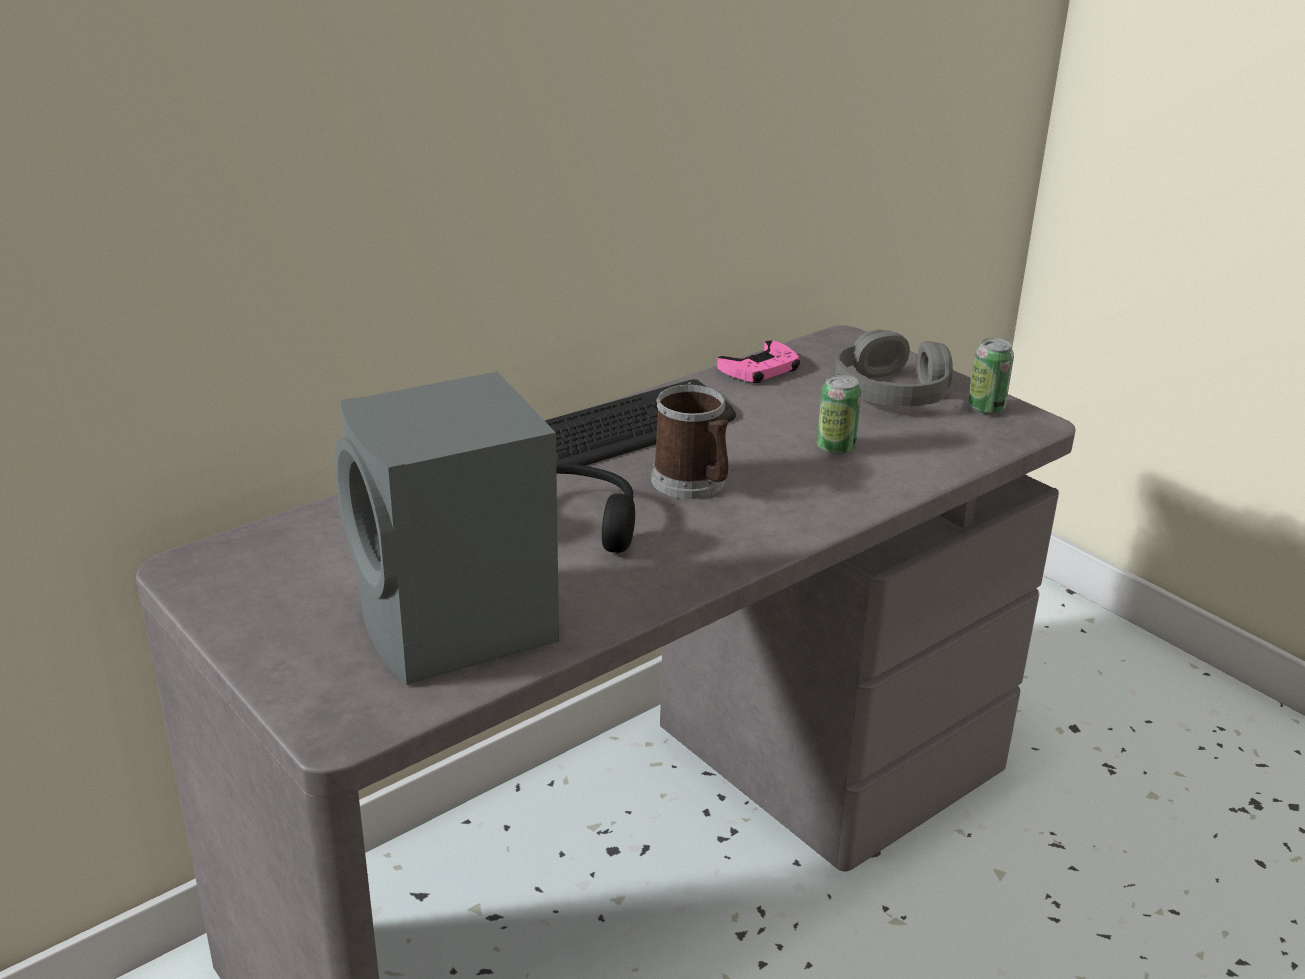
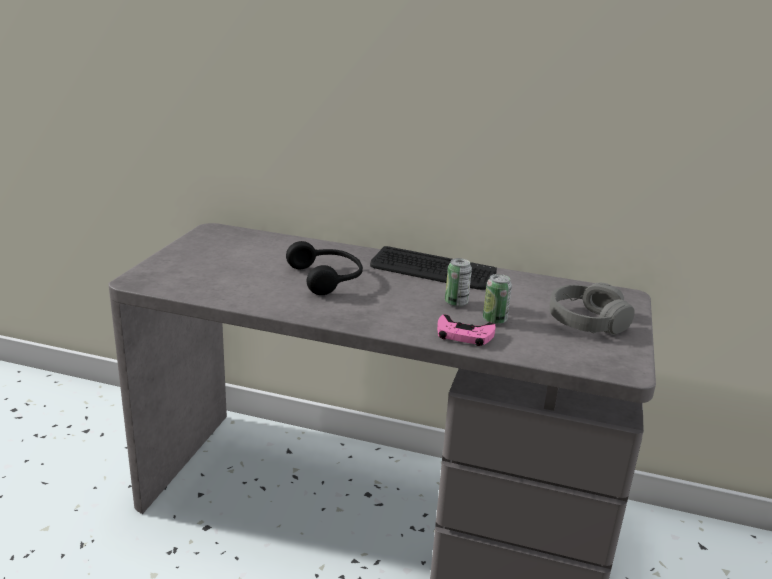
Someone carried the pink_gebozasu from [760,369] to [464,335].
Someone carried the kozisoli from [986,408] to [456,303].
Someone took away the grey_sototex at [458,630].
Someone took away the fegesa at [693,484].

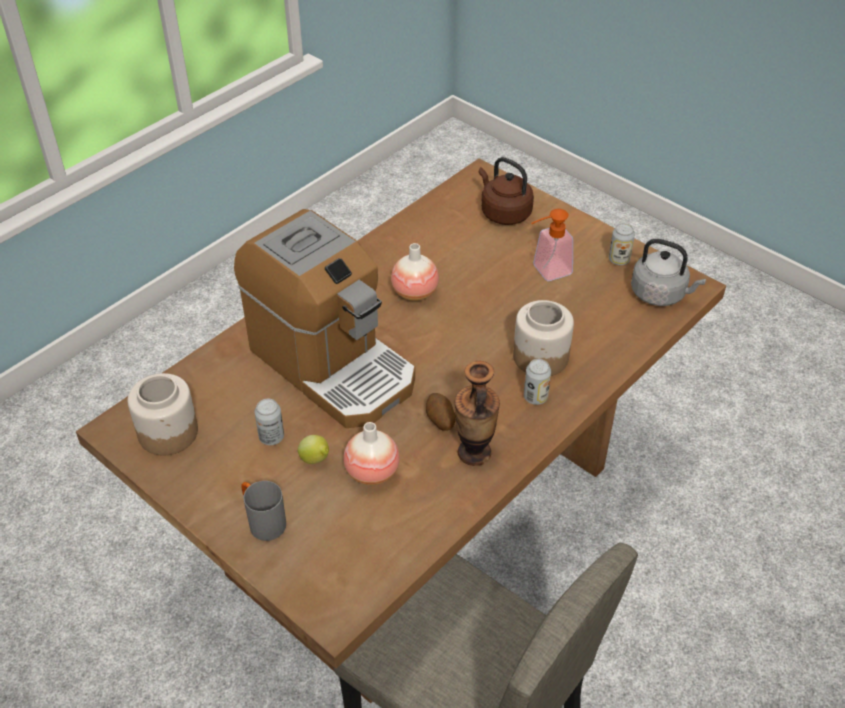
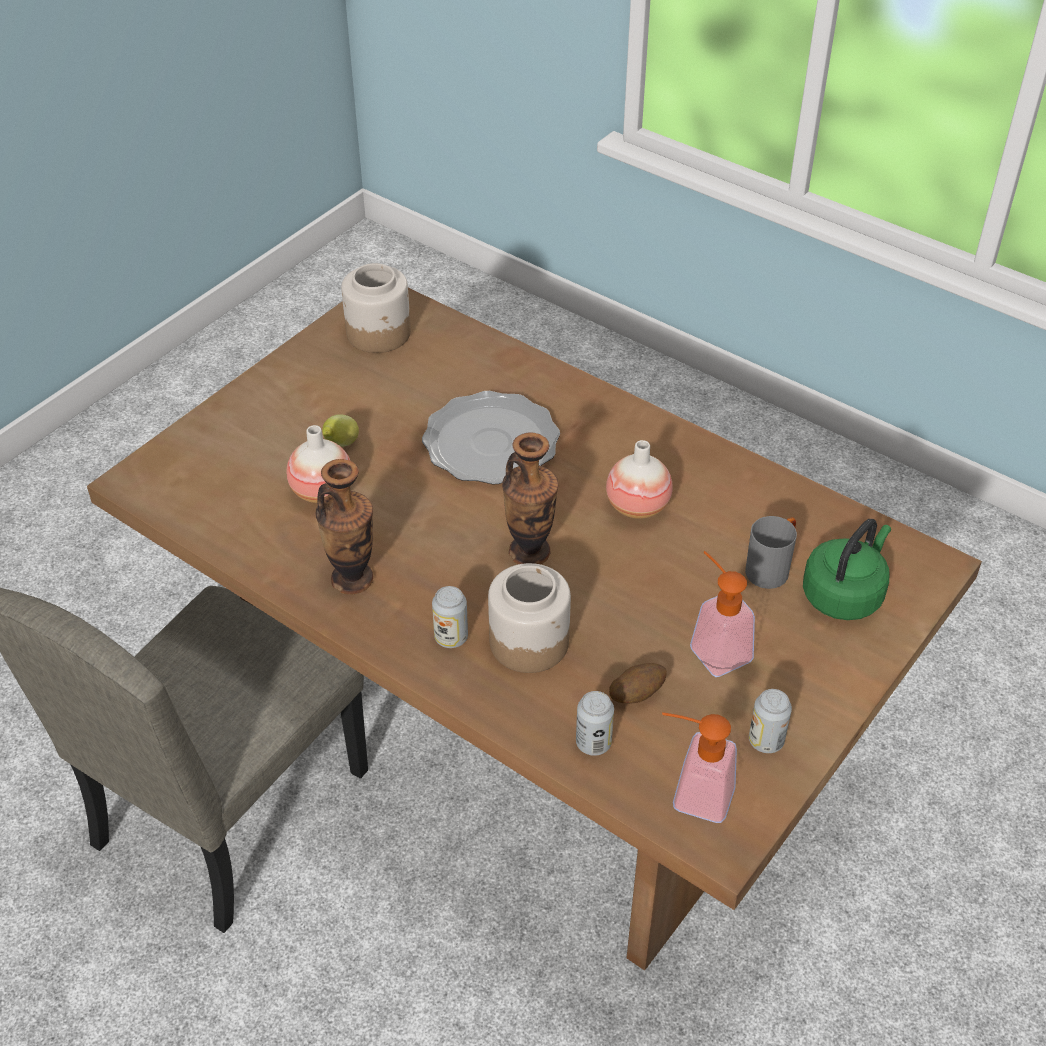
Someone swapped the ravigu at [332,365] for the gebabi at [492,443].
Someone put down the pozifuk at [529,552].
Someone carried the kozisoli from [271,437] to [593,743].
Someone carried the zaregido from [440,421] to [636,694].
Someone swapped the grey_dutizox at [660,294] for the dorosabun at [691,794].
Someone carried the grey_fegesa from [263,521] to [771,568].
Someone repainted the brown_dutizox at [503,213], which became the green_dutizox at [844,594].

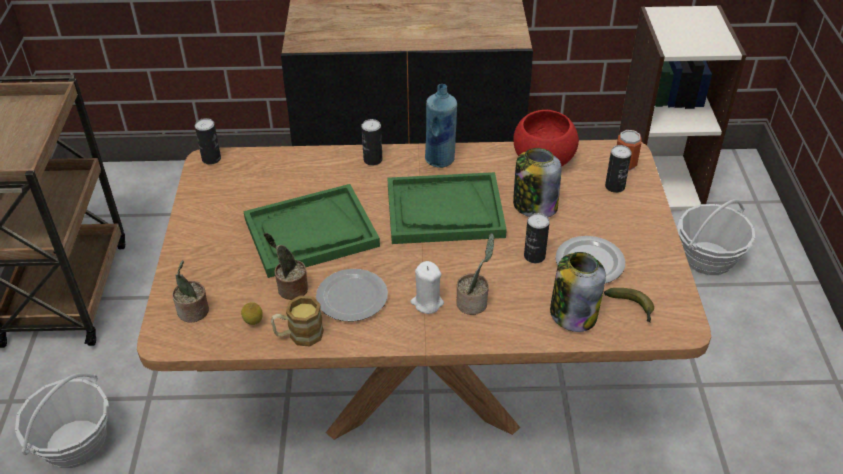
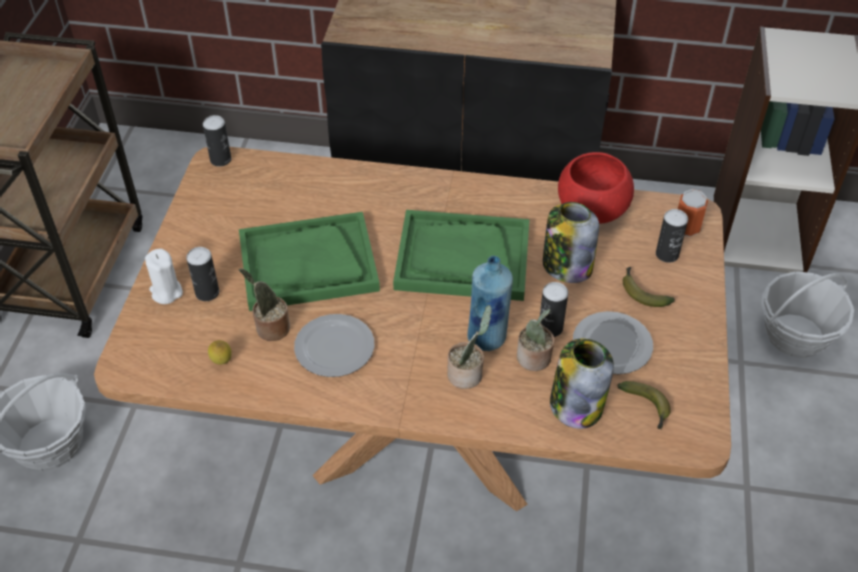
Someone carried the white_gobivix from [427,303] to [166,292].
Someone carried the kozisoli from [373,160] to [207,292].
Someone carried the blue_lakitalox from [440,160] to [487,338].
Someone carried the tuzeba from [193,312] to [534,359].
Someone put down the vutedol at [642,292].
Someone took away the fegesa at [299,335].

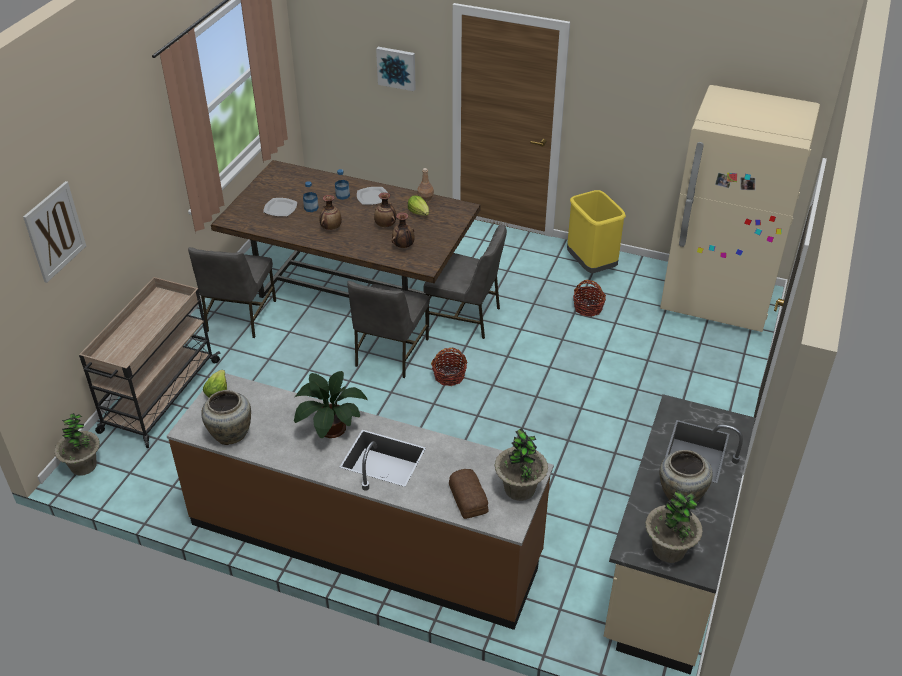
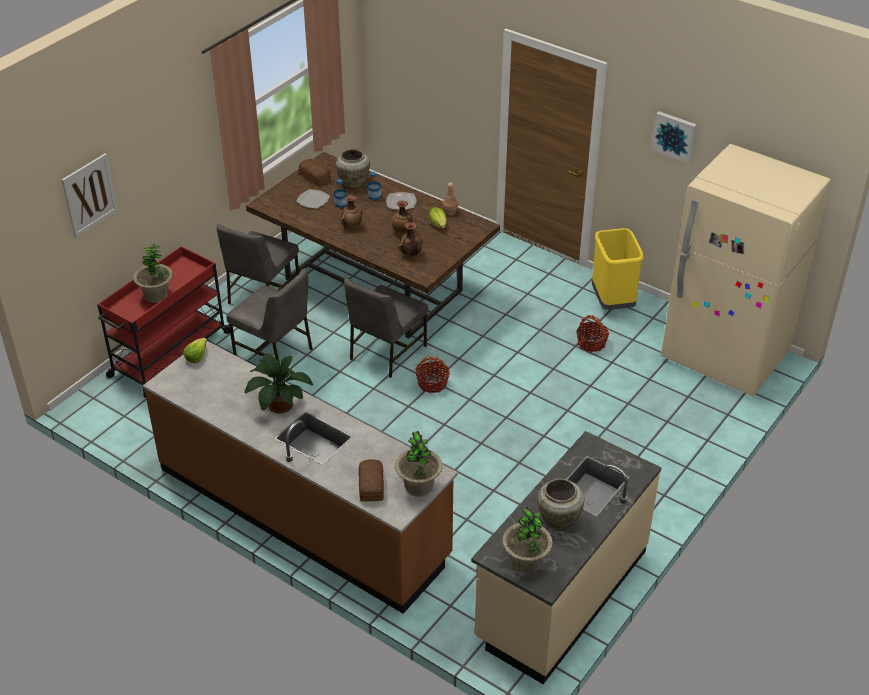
Someone repainted the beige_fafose at [159,397], which became the red_fafose at [169,355].
Someone carried the tuzeba from [83,466] to [156,295].
Someone carried the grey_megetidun from [465,317] to [275,352].
Someone put down the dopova at [315,176].
Someone carried the beige_pozifuk from [231,433] to [353,182].
Someone carried the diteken from [397,68] to [675,136].

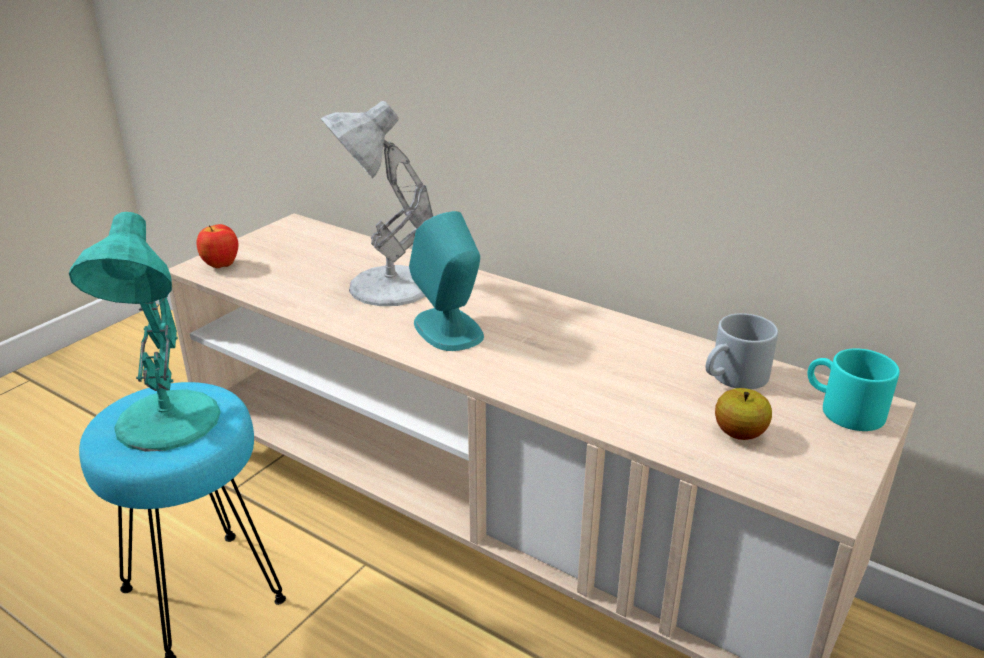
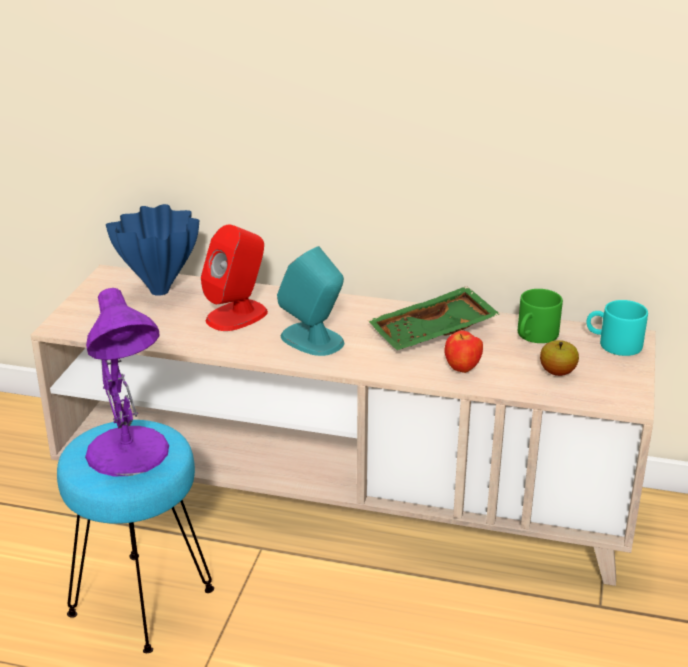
Someone repainted the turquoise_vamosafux at [167,423], which became the purple_vamosafux at [129,453].
Someone put down the blue_pozifuk at [161,291].
Someone swapped the white_vamosafux at [386,287] for the red_sototex at [237,315].
Someone put down the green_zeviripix at [433,333].
Someone carried the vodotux from [221,266] to [462,369].
Someone repainted the grey_fegesa at [733,378], which became the green_fegesa at [535,336].

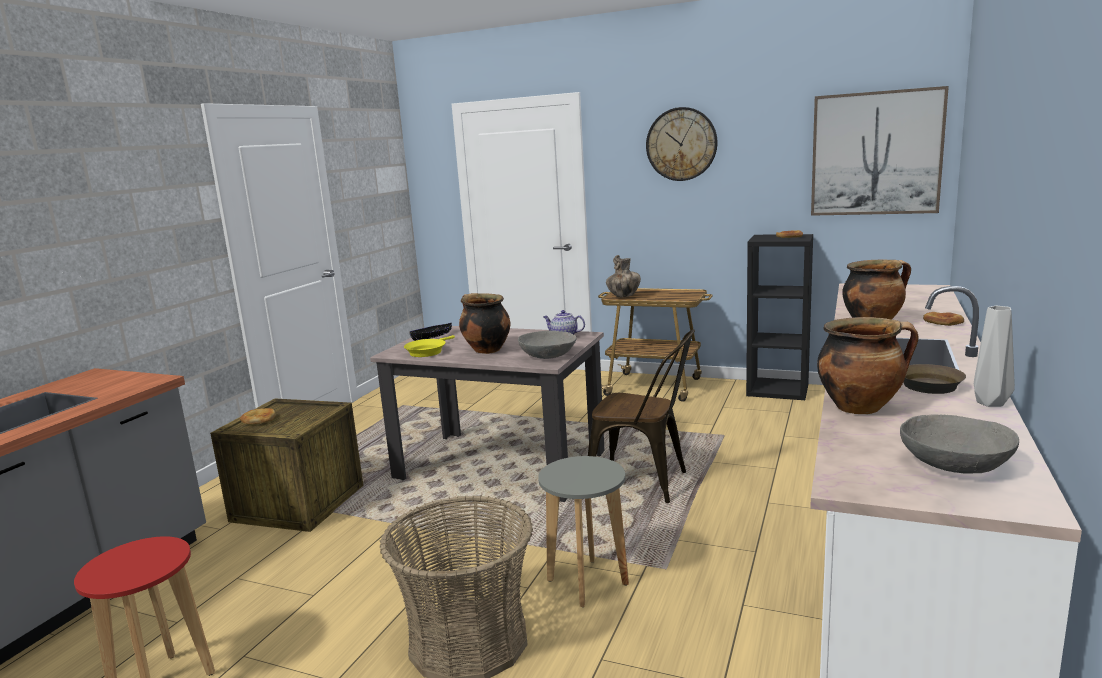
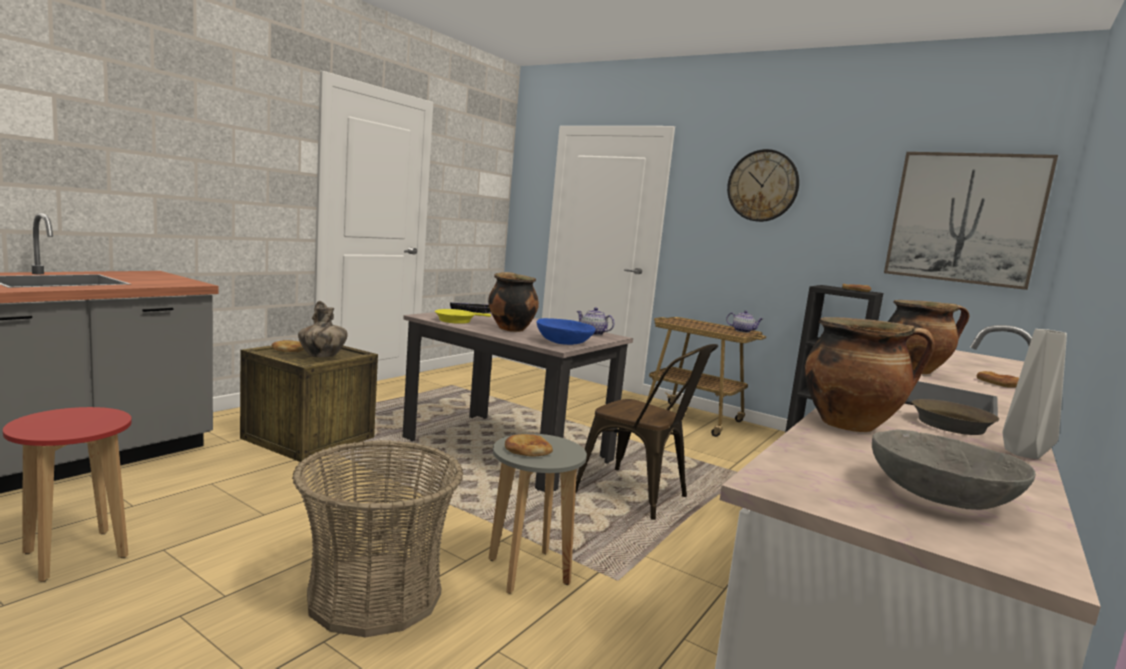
Someone carried the pozifuk from [624,296] to [322,357].
Someone put down the dopova at [527,449].
Someone repainted the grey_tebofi at [547,355], which became the blue_tebofi at [563,342].
Someone put down the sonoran at [743,331].

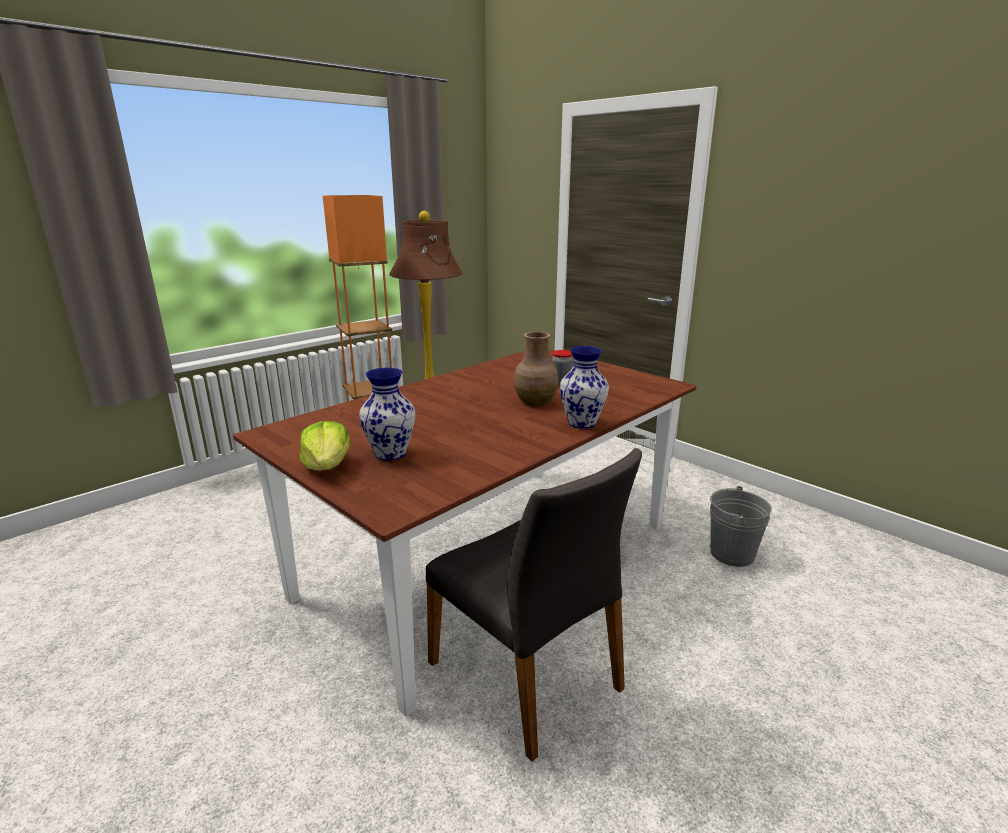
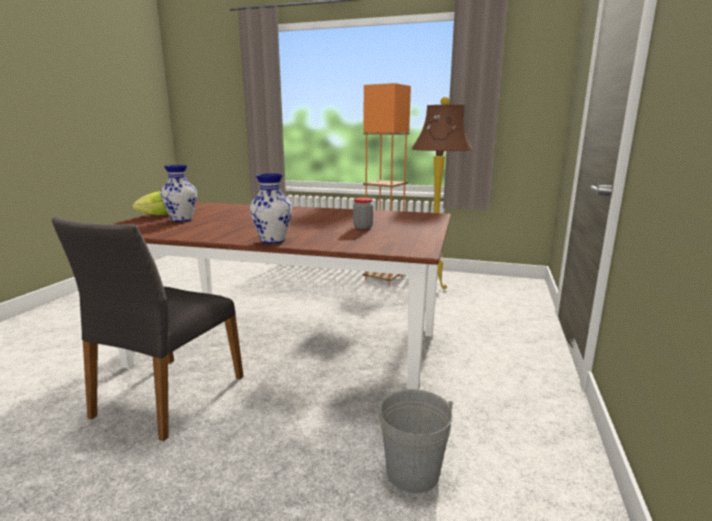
Someone took away the brown_pozifuk at [535,402].

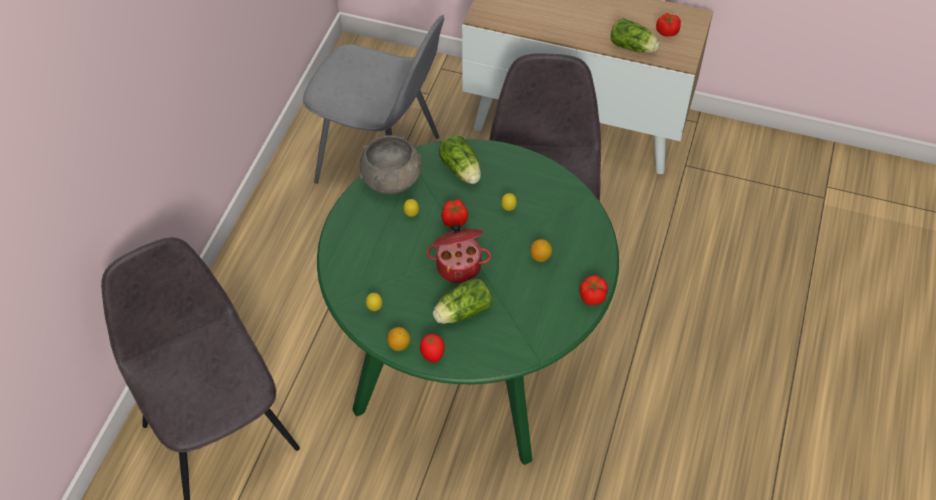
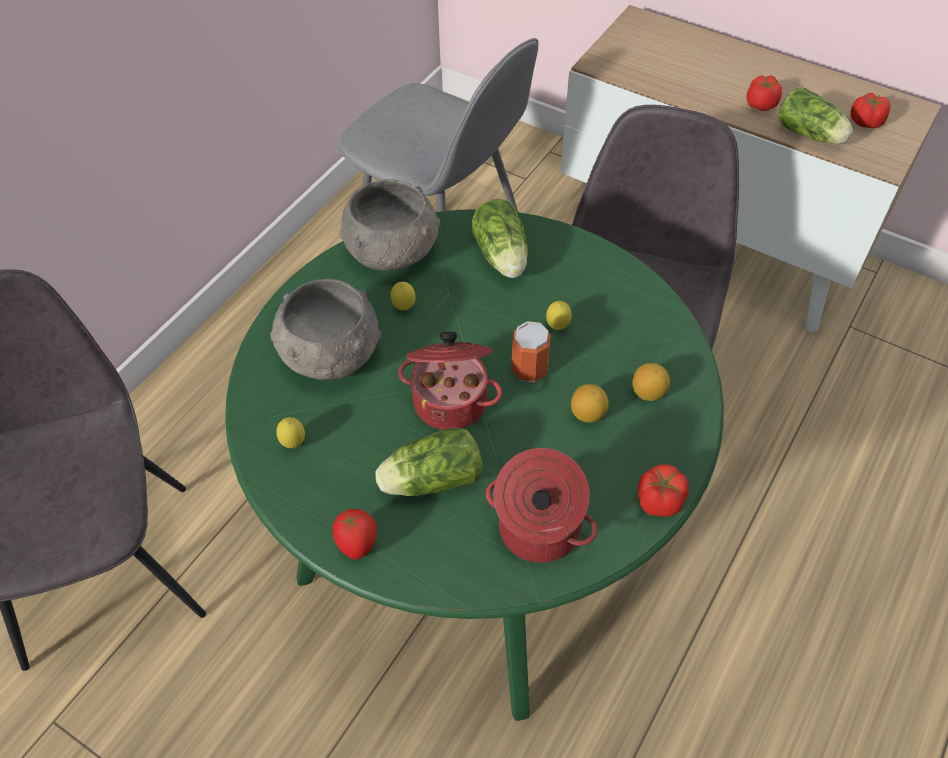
Someone put down the grey_tebofi at [330,355].
Someone put down the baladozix at [538,530].
Someone put down the kozisoli at [529,369].
Someone carried the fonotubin from [399,345] to [648,392].
Someone carried the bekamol from [454,220] to [761,104].

